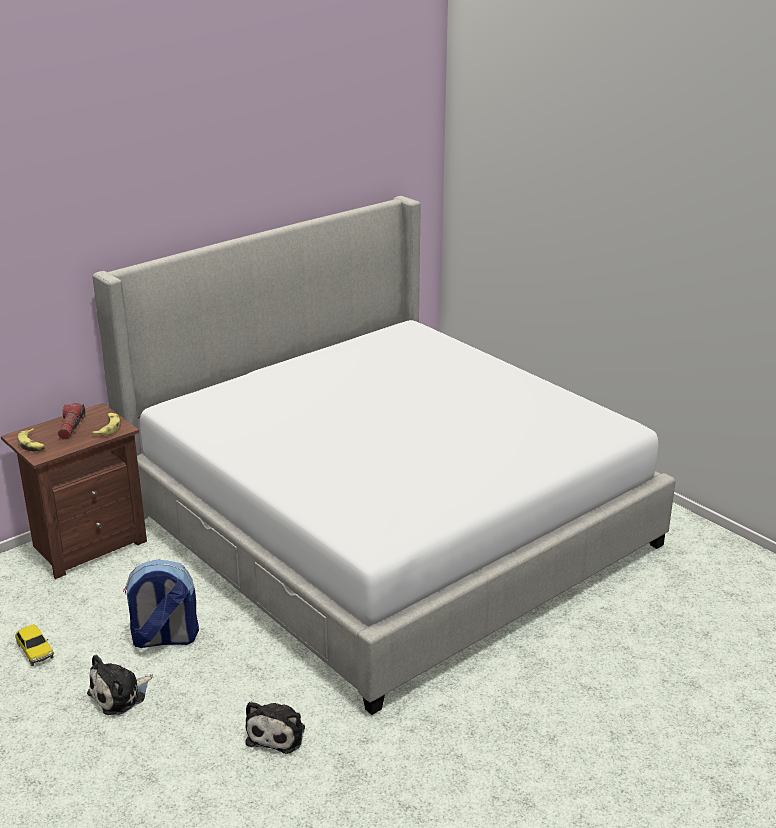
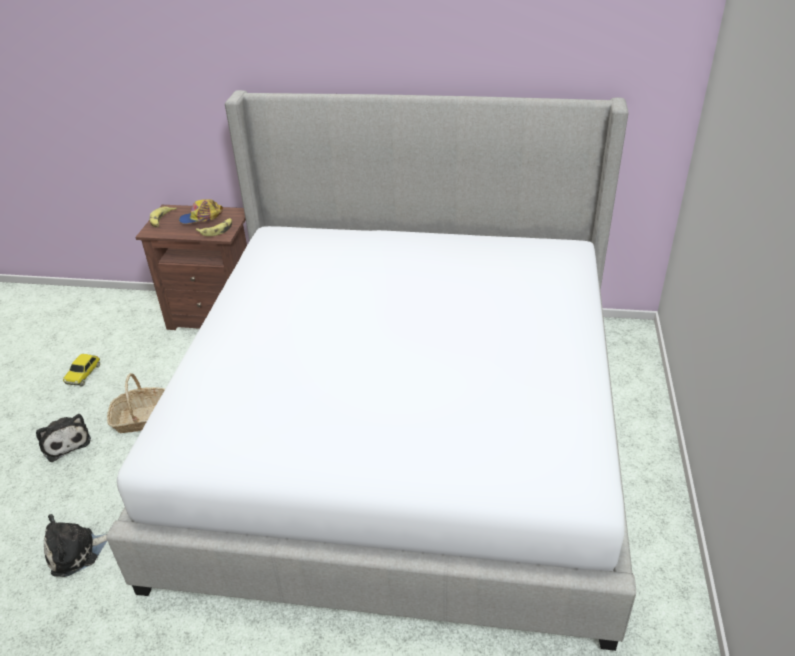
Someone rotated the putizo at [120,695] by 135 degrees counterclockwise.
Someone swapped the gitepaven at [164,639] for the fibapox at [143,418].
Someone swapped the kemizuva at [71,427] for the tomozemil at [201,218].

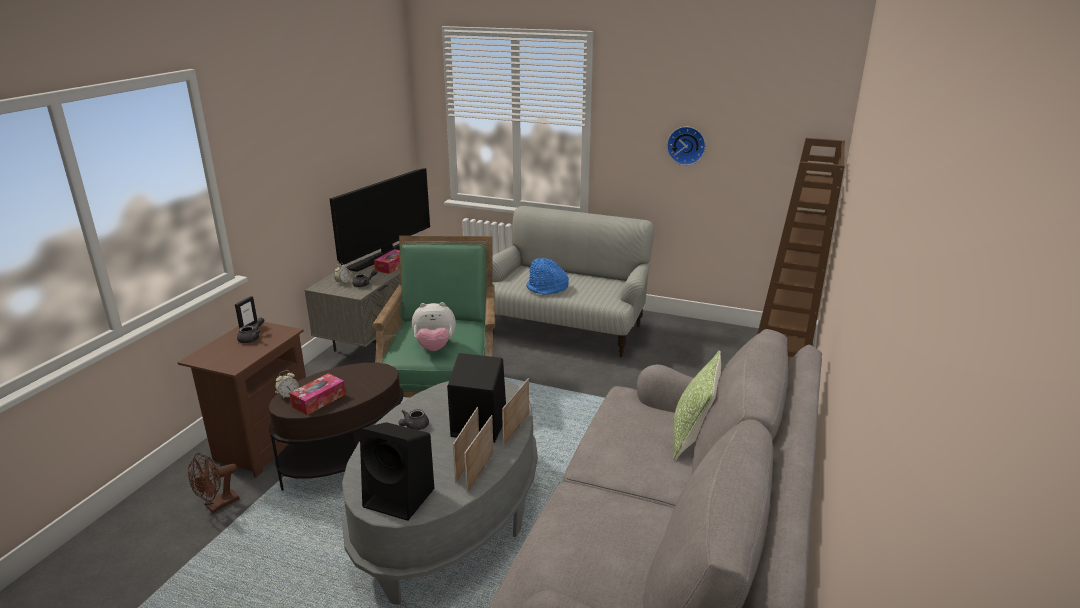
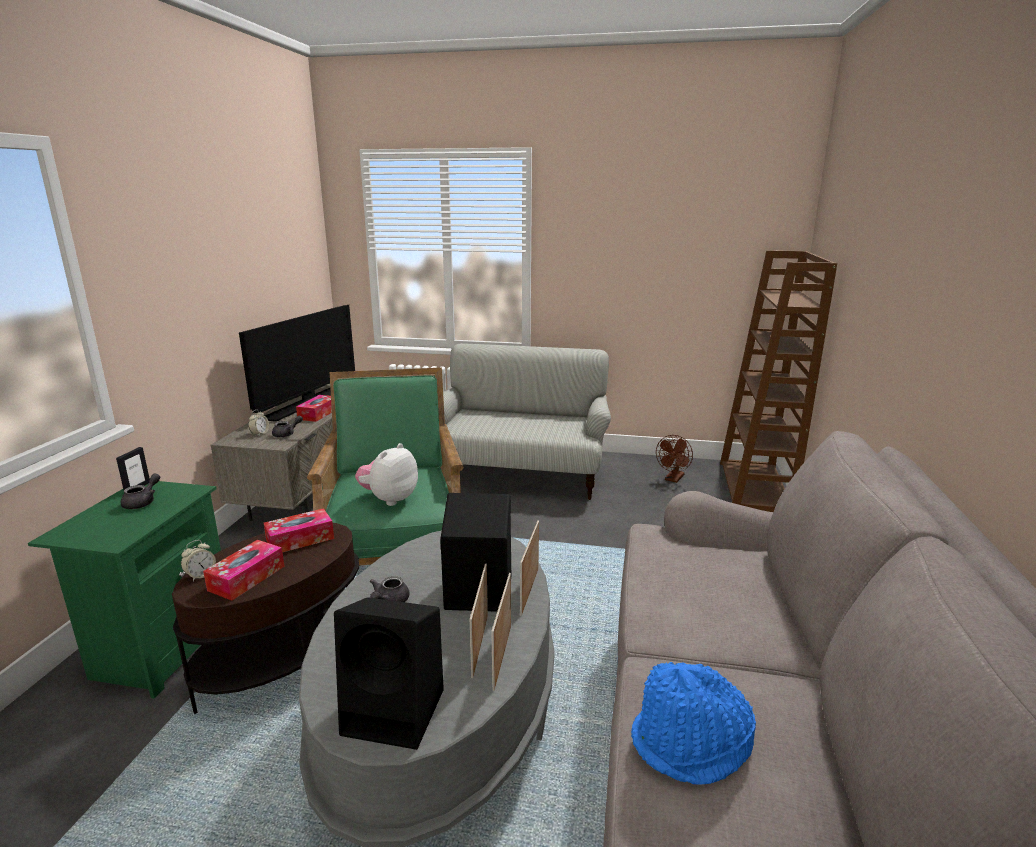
Someone repainted the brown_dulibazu at [262,444], which became the green_dulibazu at [161,648].
Someone put down the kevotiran at [300,539].
Someone rotated the putizo at [434,347] by 135 degrees clockwise.
Someone carried the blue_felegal from [547,288] to [691,744].
Someone carried the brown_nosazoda from [217,505] to [673,479].
Someone took away the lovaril at [686,145].
Someone took away the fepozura at [692,437].

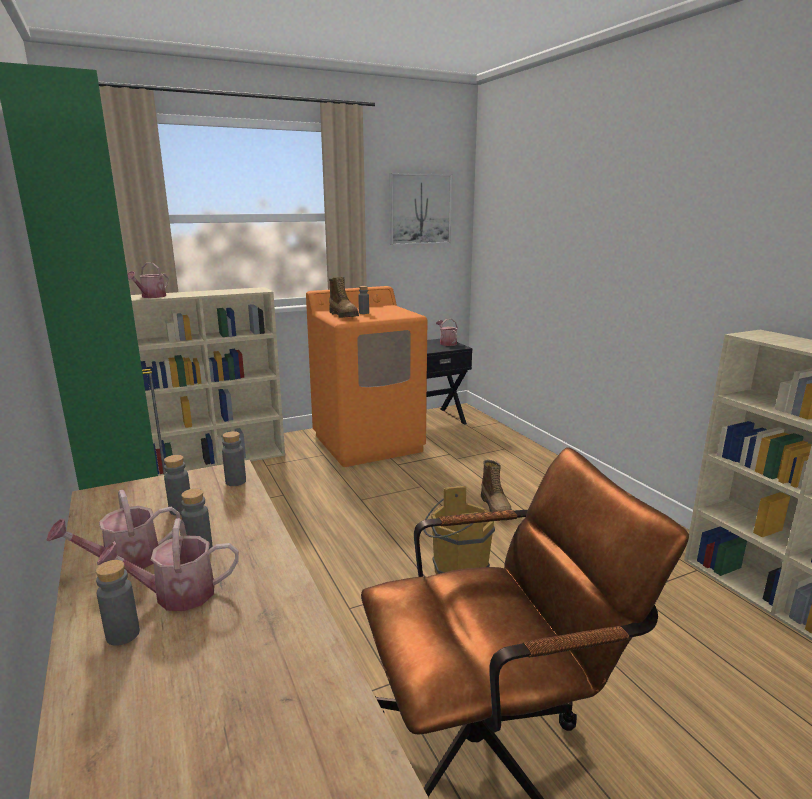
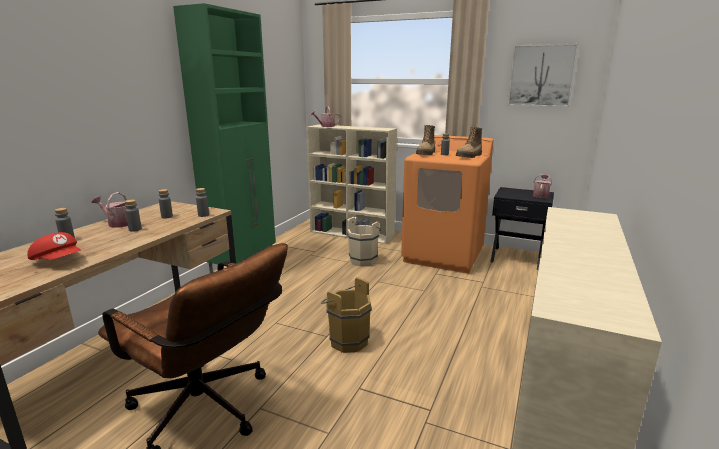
Someone put down the red_tomozemil at [58,261].
Someone put down the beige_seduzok at [364,260].
Someone carried the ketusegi from [496,507] to [469,156].
Someone took away the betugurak at [176,595].

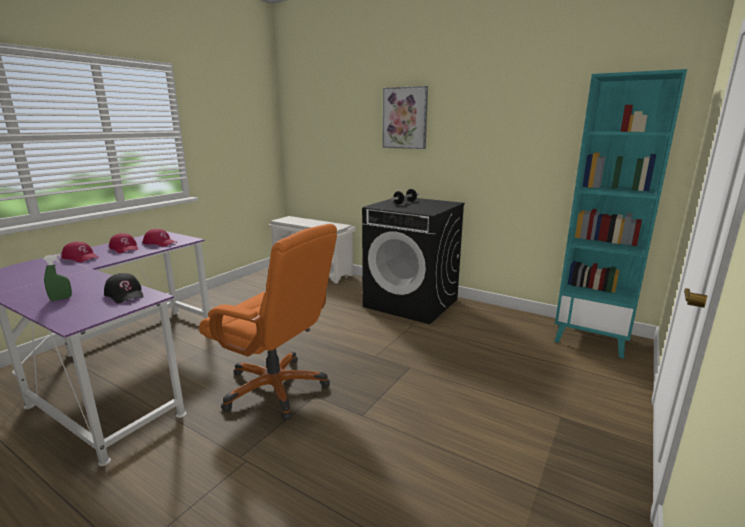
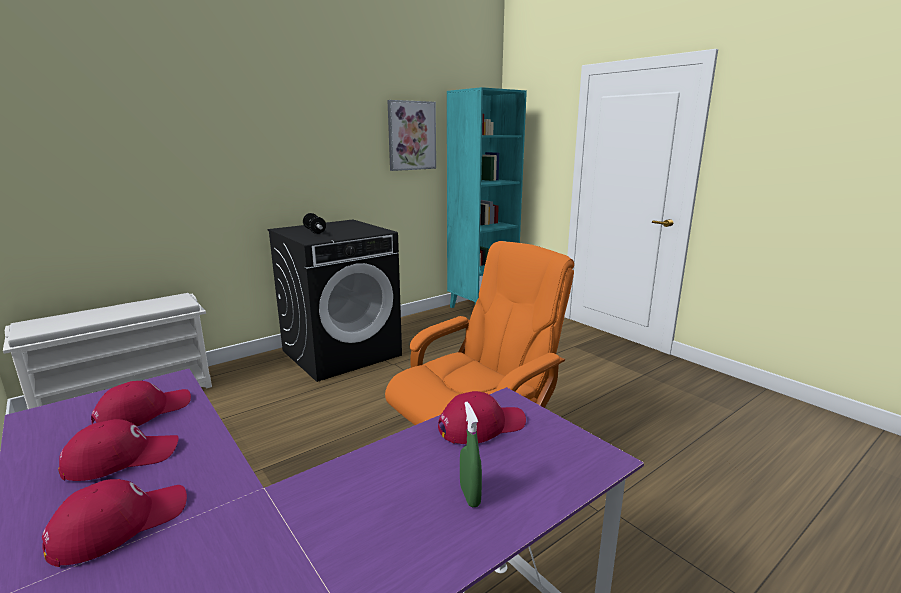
Someone carried the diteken from [405,118] to [411,135].
Someone repainted the black_tomozemil at [125,294], which became the red_tomozemil at [481,425].

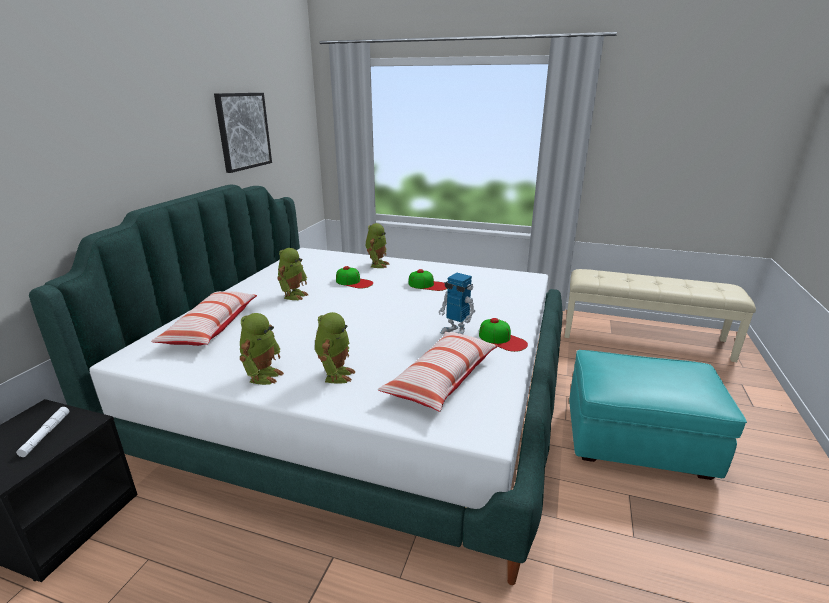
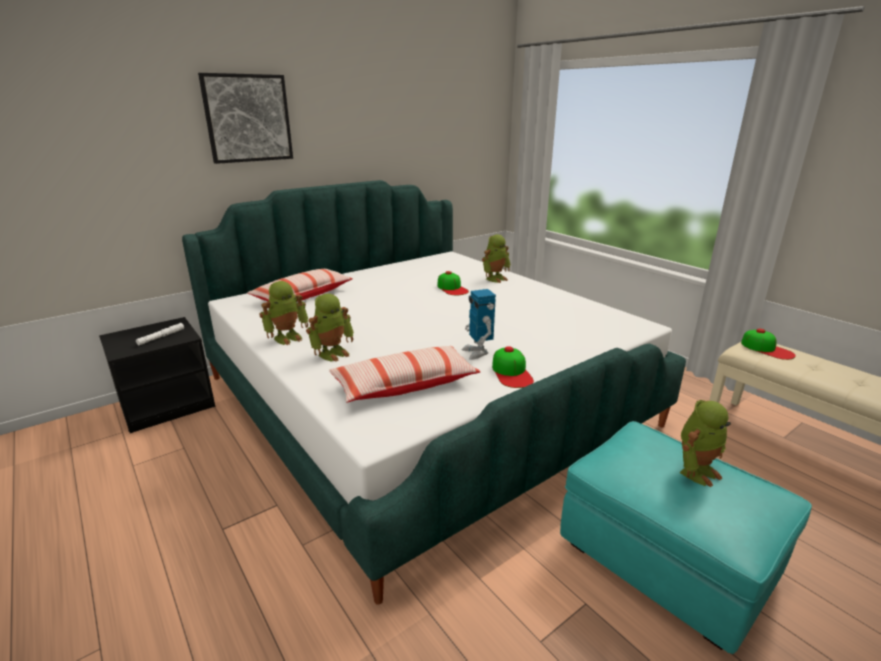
Someone carried the diteken from [243,131] to [248,118].
Someone carried the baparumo from [294,295] to [696,470].
Someone carried the tomozemil from [428,285] to [767,349].

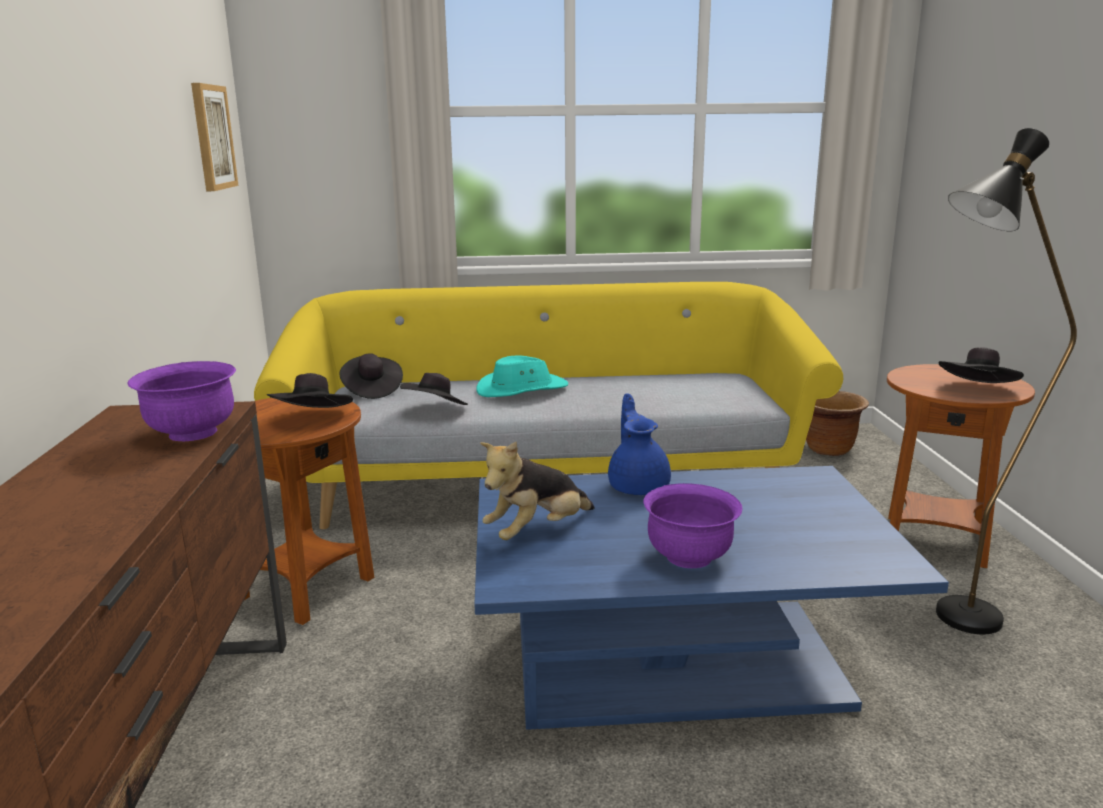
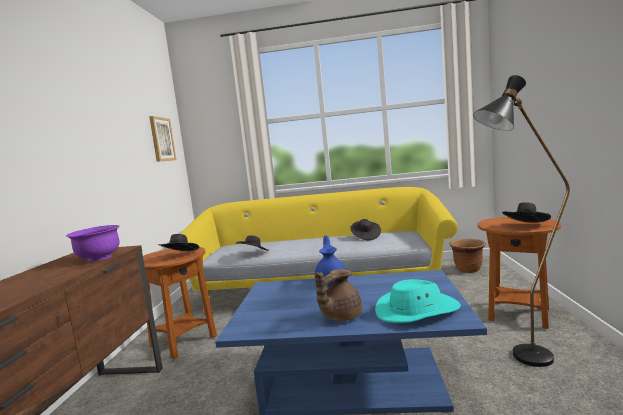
Someone swapped the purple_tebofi at [689,557] for the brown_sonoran at [340,317].
Someone carried the black_felegal from [371,390] to [365,237].
Someone carried the turquoise_felegal from [522,389] to [417,310].
Someone took away the putizo at [537,532].

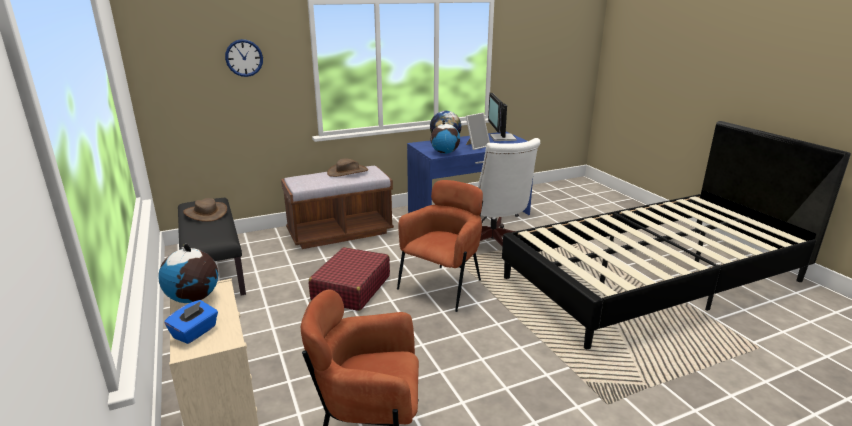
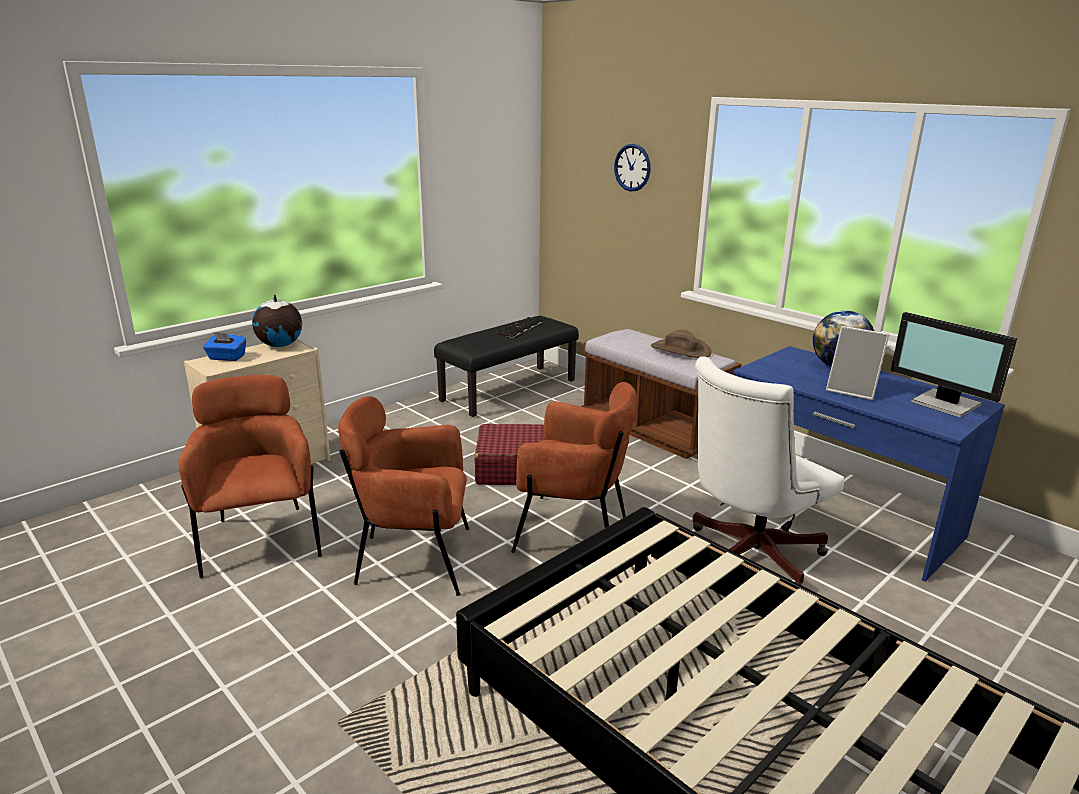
Someone put down the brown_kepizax at [414,560].
Someone swapped the brown_felegal at [206,213] for the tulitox at [521,328].
Someone rotated the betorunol at [501,138] by 105 degrees counterclockwise.
Someone took away the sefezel at [444,152].

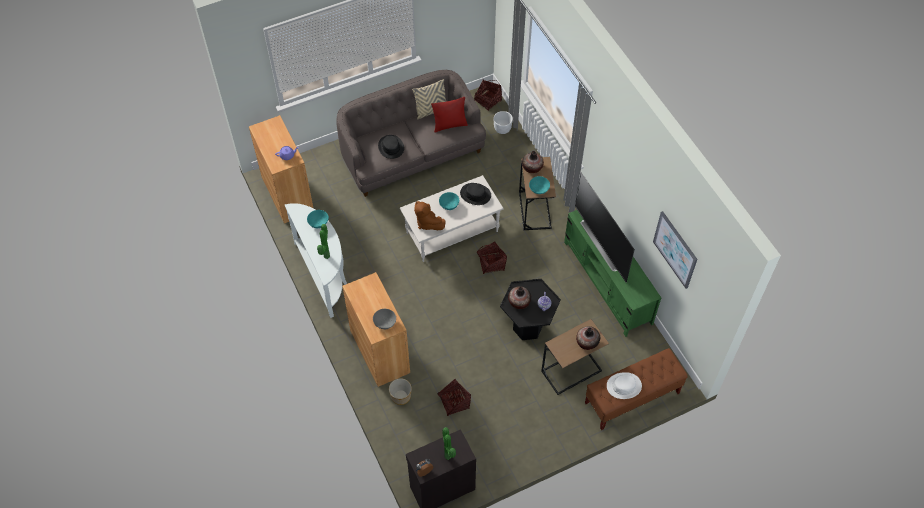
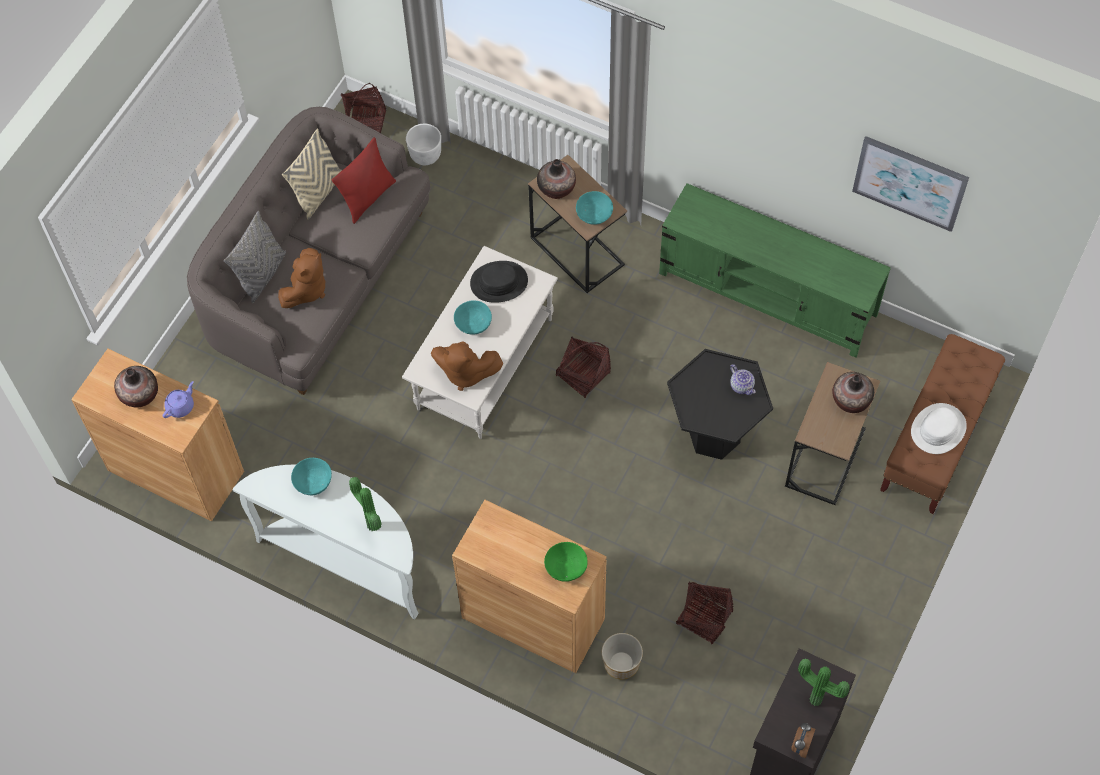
Someone carried the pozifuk from [519,302] to [139,394].
Someone put down the grey_fepozura at [262,274].
Someone swapped the black_felegal at [391,147] for the brown_putizo at [306,289].
Someone repainted the grey_tebofi at [385,322], which became the green_tebofi at [565,567].
Someone took away the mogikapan at [603,243].

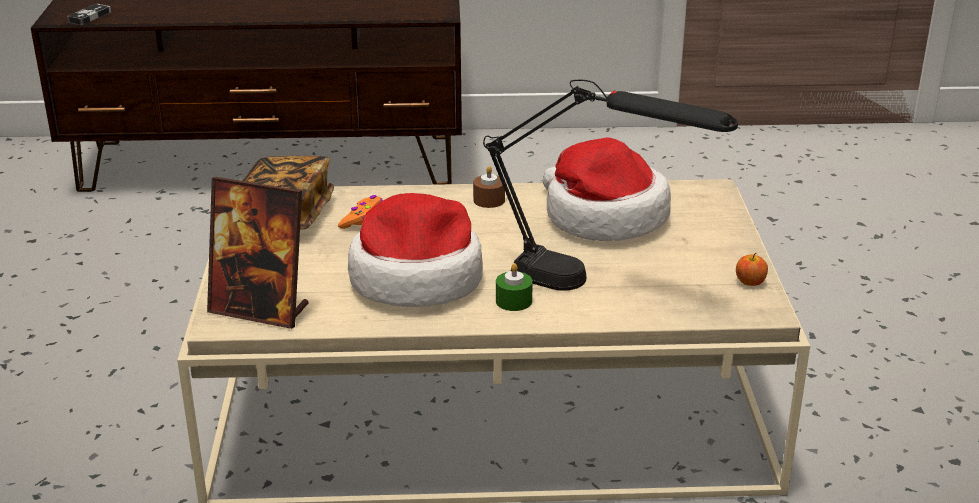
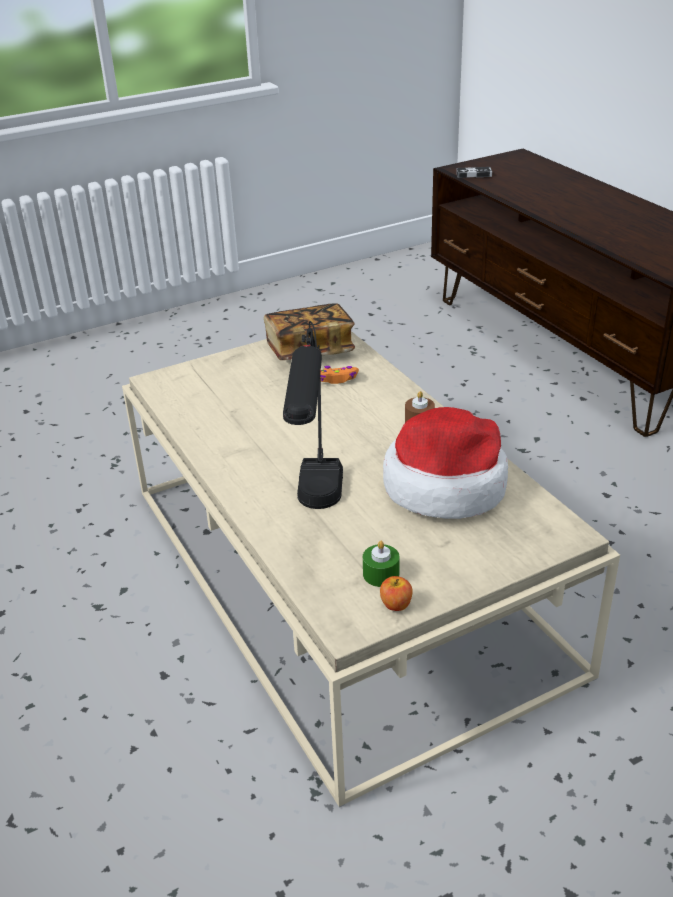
Someone carried the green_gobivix from [513,301] to [381,574].
Someone took away the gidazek at [260,310].
Someone took away the felegal at [416,278].

